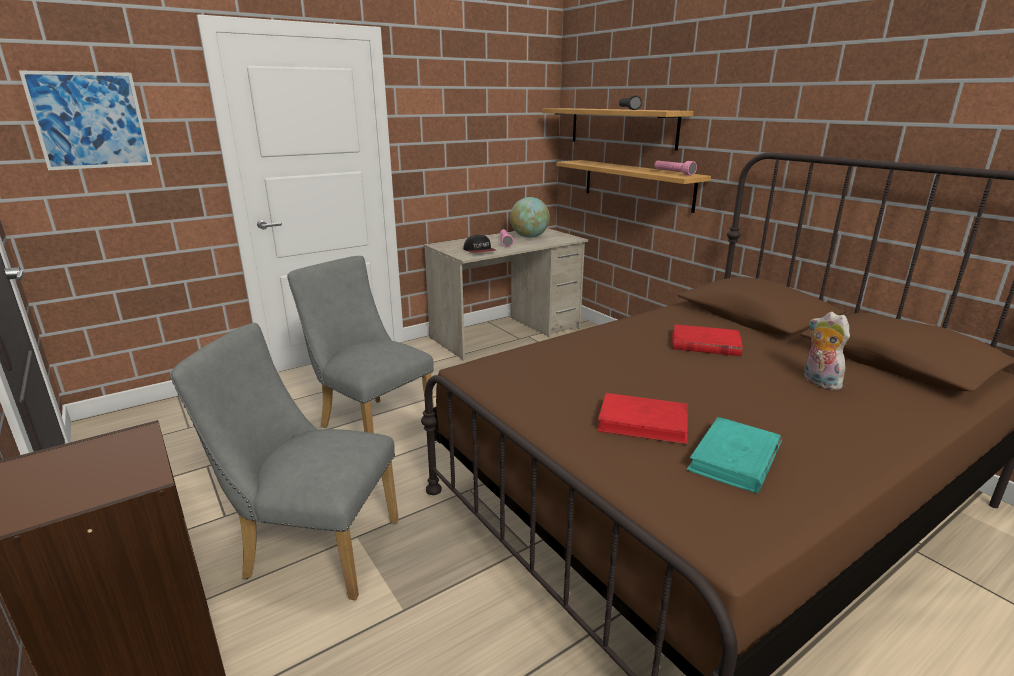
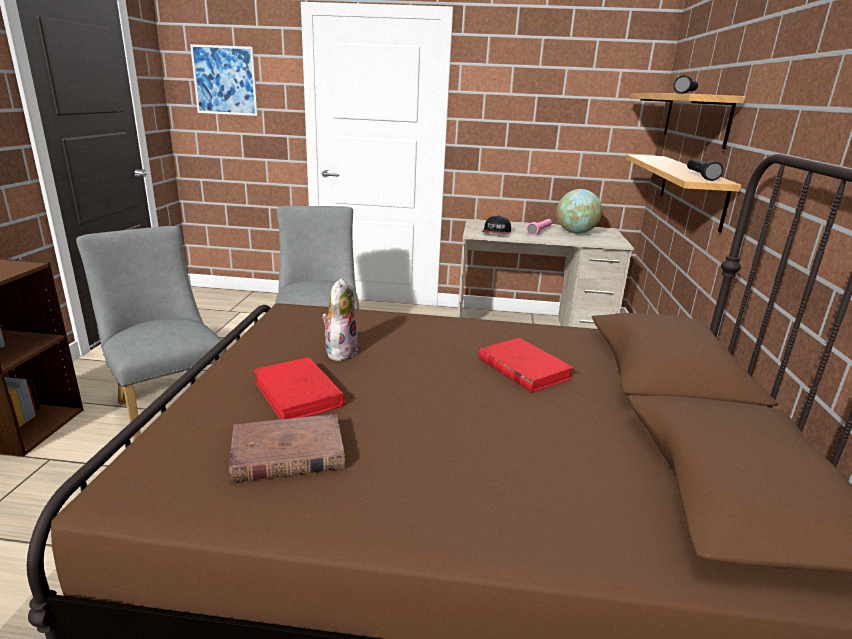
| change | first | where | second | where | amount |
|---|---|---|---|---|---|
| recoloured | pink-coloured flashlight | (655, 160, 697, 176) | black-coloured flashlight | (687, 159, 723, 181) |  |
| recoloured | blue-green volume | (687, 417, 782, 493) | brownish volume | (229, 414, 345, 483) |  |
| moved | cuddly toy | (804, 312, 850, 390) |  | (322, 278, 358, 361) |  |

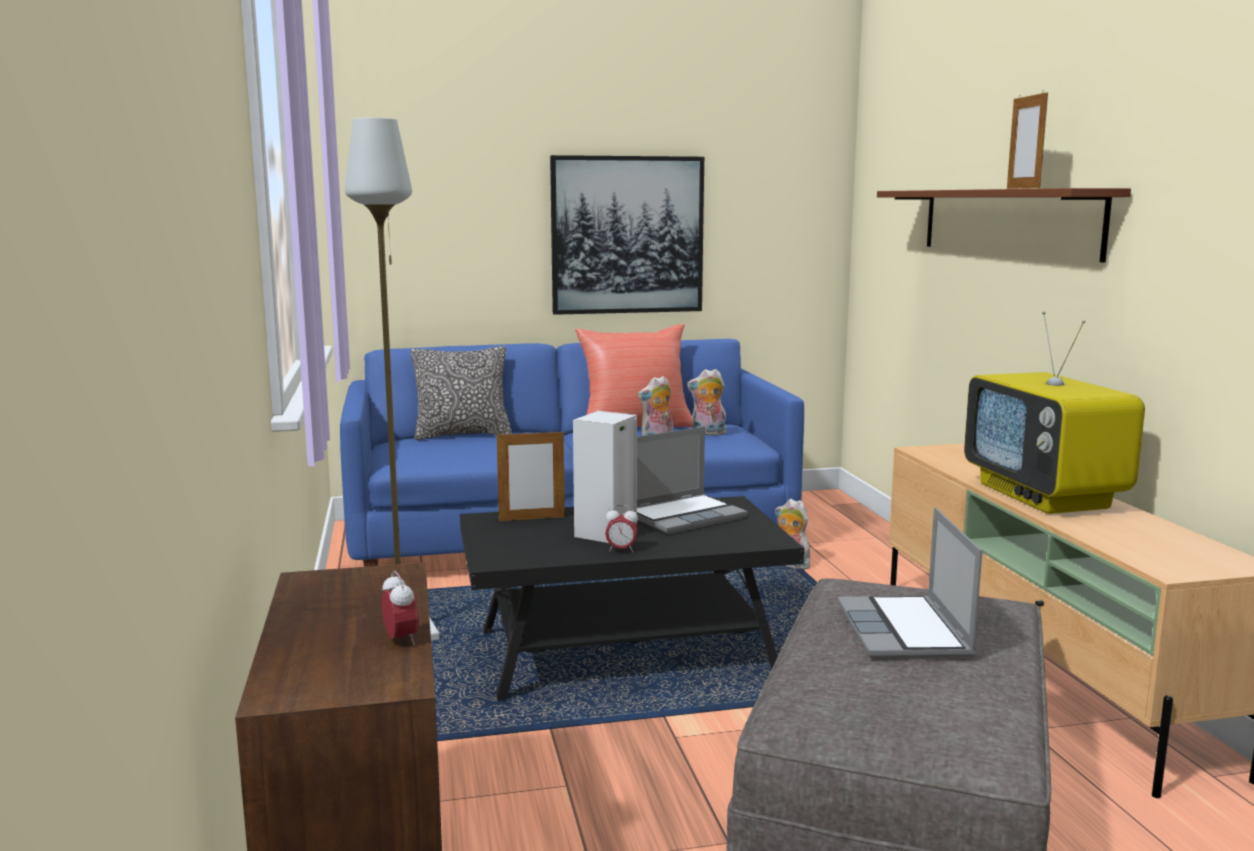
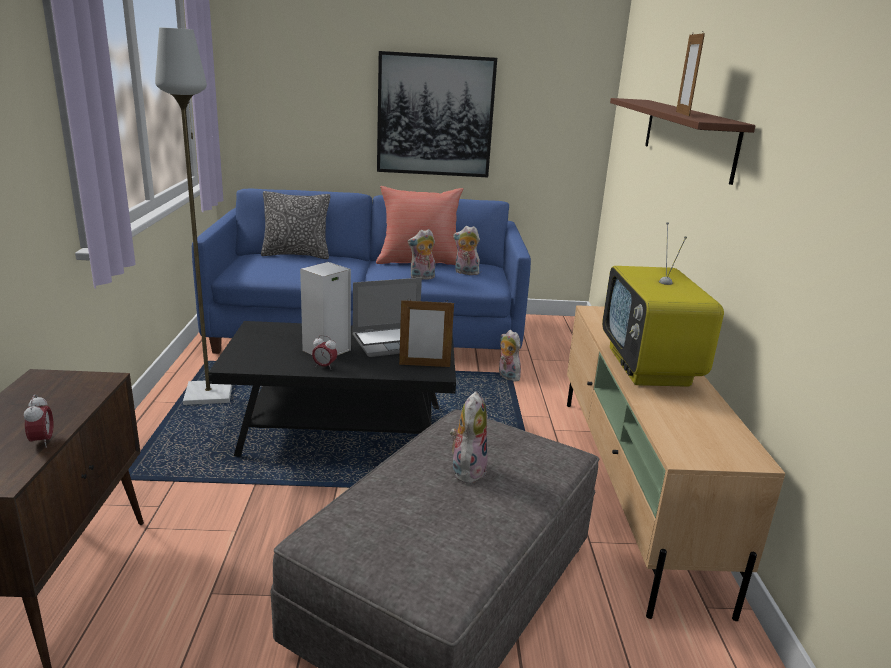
| change | first | where | second | where | amount |
|---|---|---|---|---|---|
| moved | standing frame | (497, 429, 565, 521) |  | (399, 298, 454, 367) |  |
| replaced | portable computer | (837, 508, 982, 658) | cuddly toy | (450, 392, 488, 484) |  |

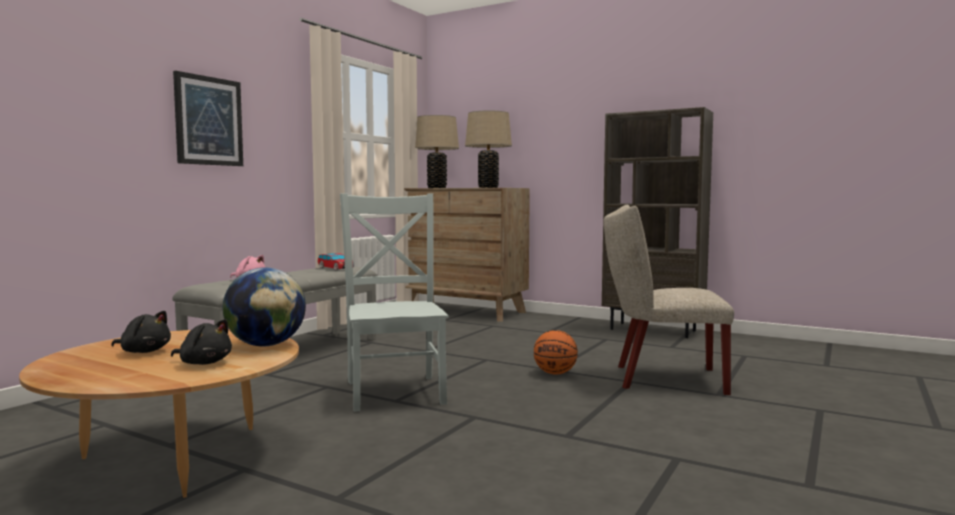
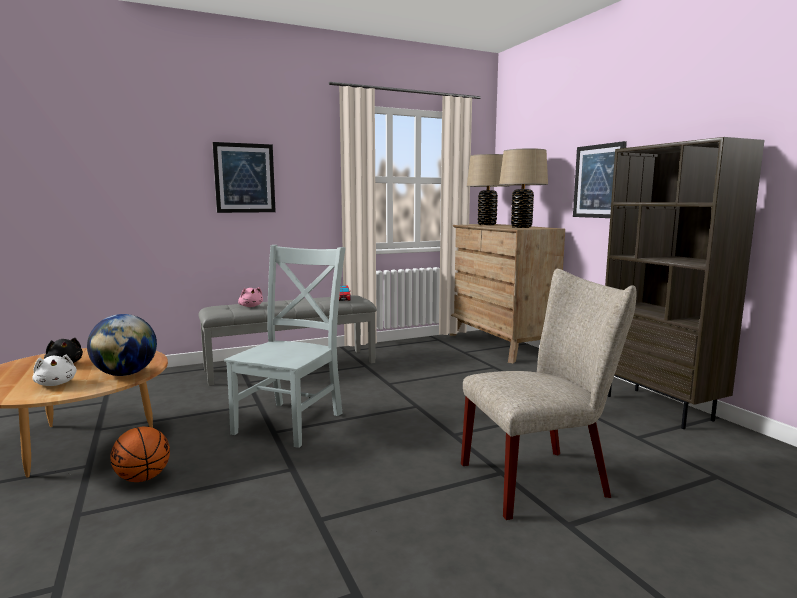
| change | first | where | second | where | amount |
|---|---|---|---|---|---|
| recoloured | black-coloured cuddly toy | (171, 319, 232, 365) | whitish cuddly toy | (32, 355, 77, 386) |  |
| moved | basketball ball | (534, 330, 578, 374) |  | (110, 427, 170, 482) |  |
| turned | sand-coloured upright chair | (604, 205, 734, 395) |  | (461, 269, 637, 520) | 120 degrees clockwise |
| added |  |  | wall art | (573, 141, 627, 218) |  |

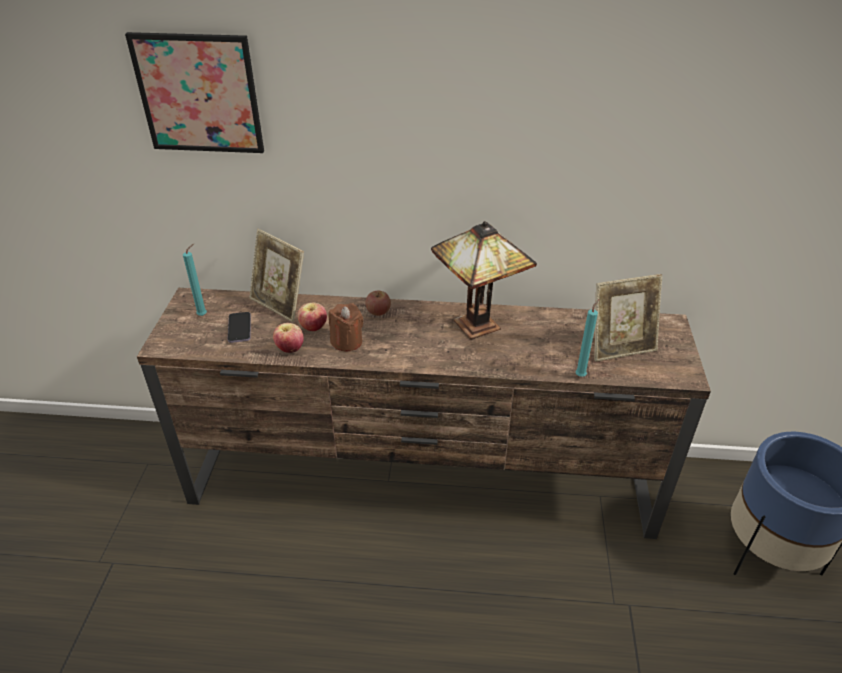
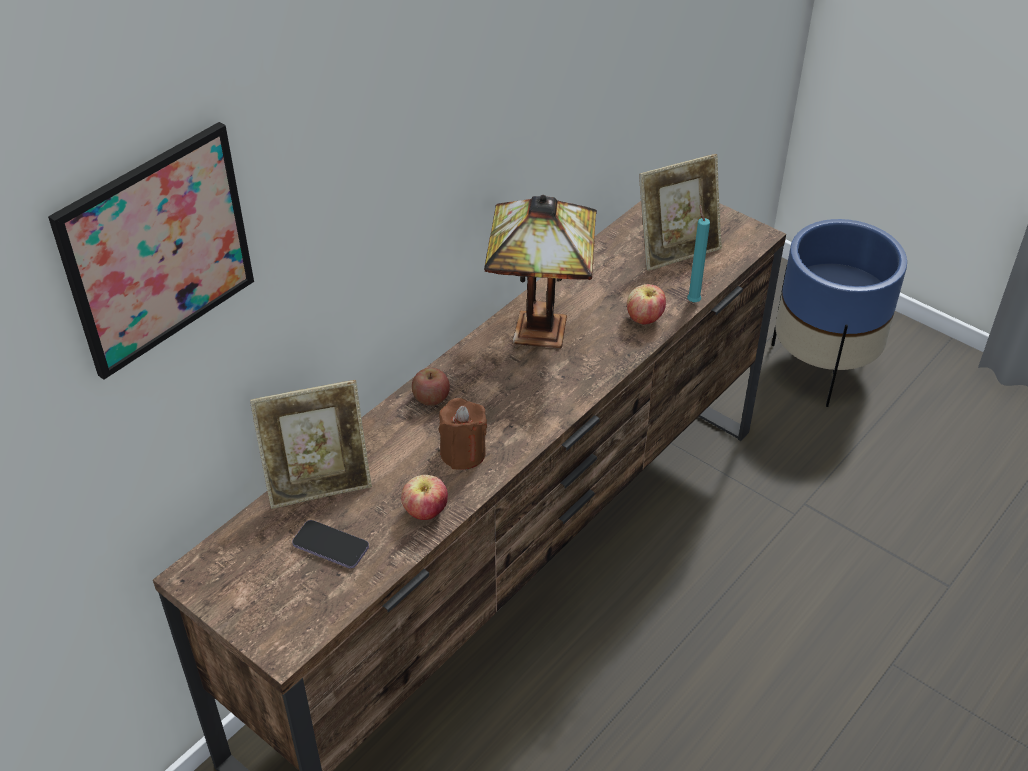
| change | first | where | second | where | amount |
|---|---|---|---|---|---|
| removed | blue-green wax candle | (183, 244, 207, 316) |  |  |  |
| moved | apple fruit | (297, 302, 327, 331) |  | (627, 284, 666, 325) |  |
| turned | standing frame | (594, 274, 662, 362) |  | (639, 154, 722, 271) | 45 degrees clockwise |

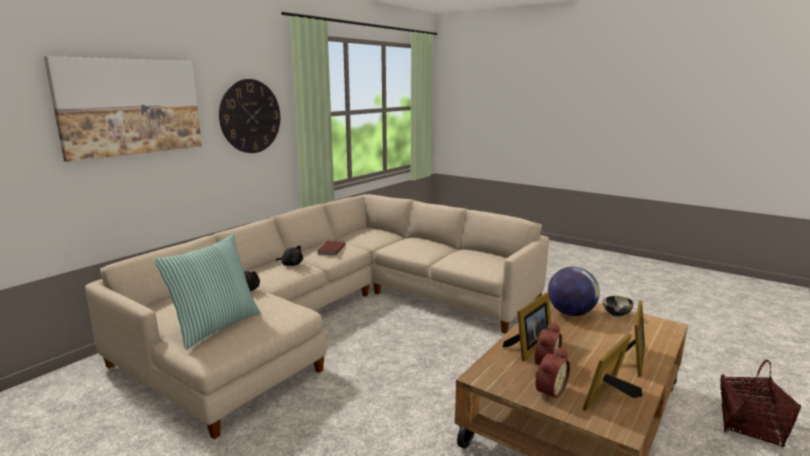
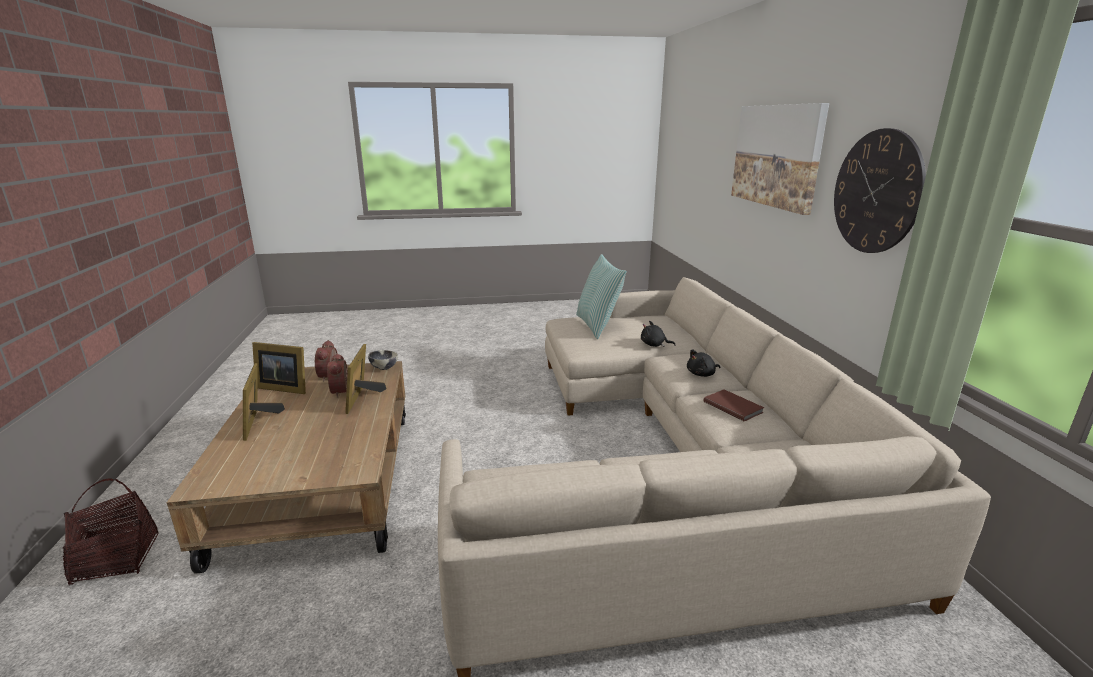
| change | first | where | second | where | amount |
|---|---|---|---|---|---|
| removed | globe | (548, 267, 600, 316) |  |  |  |
| turned | standing frame | (583, 334, 642, 411) |  | (252, 342, 306, 394) | 105 degrees clockwise |
| moved | bowl | (602, 296, 634, 317) |  | (368, 350, 398, 370) |  |

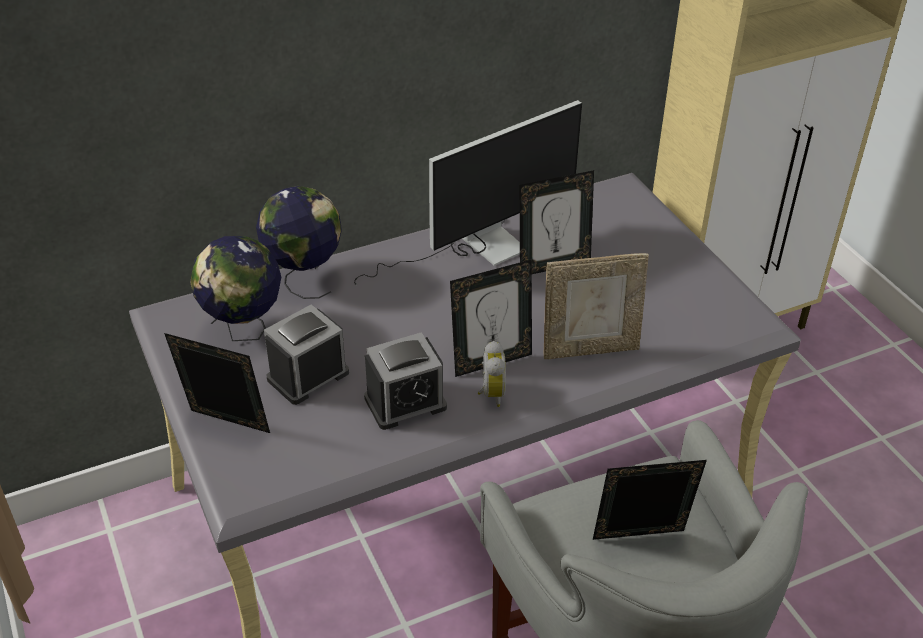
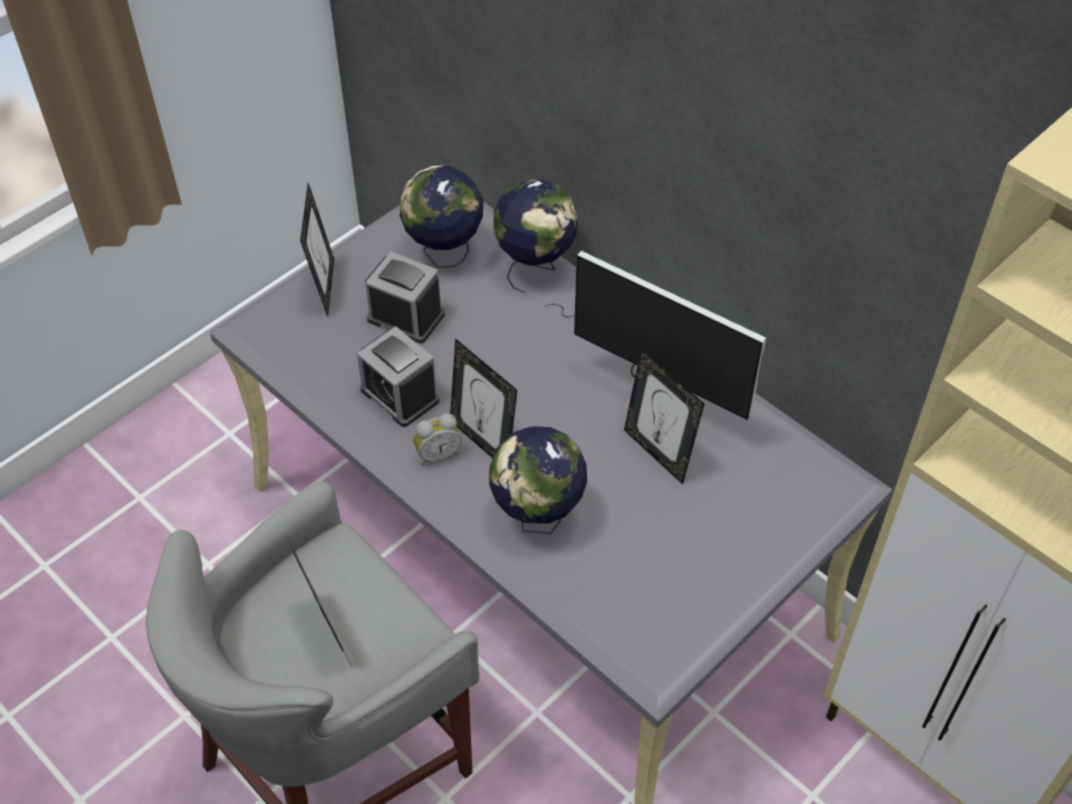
| change | first | where | second | where | amount |
|---|---|---|---|---|---|
| replaced | standing frame | (544, 253, 649, 359) | globe | (489, 426, 587, 534) |  |

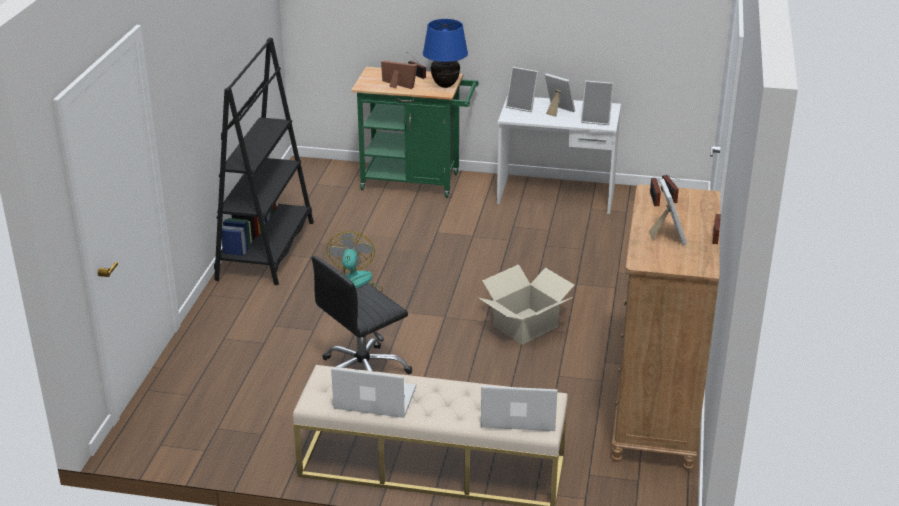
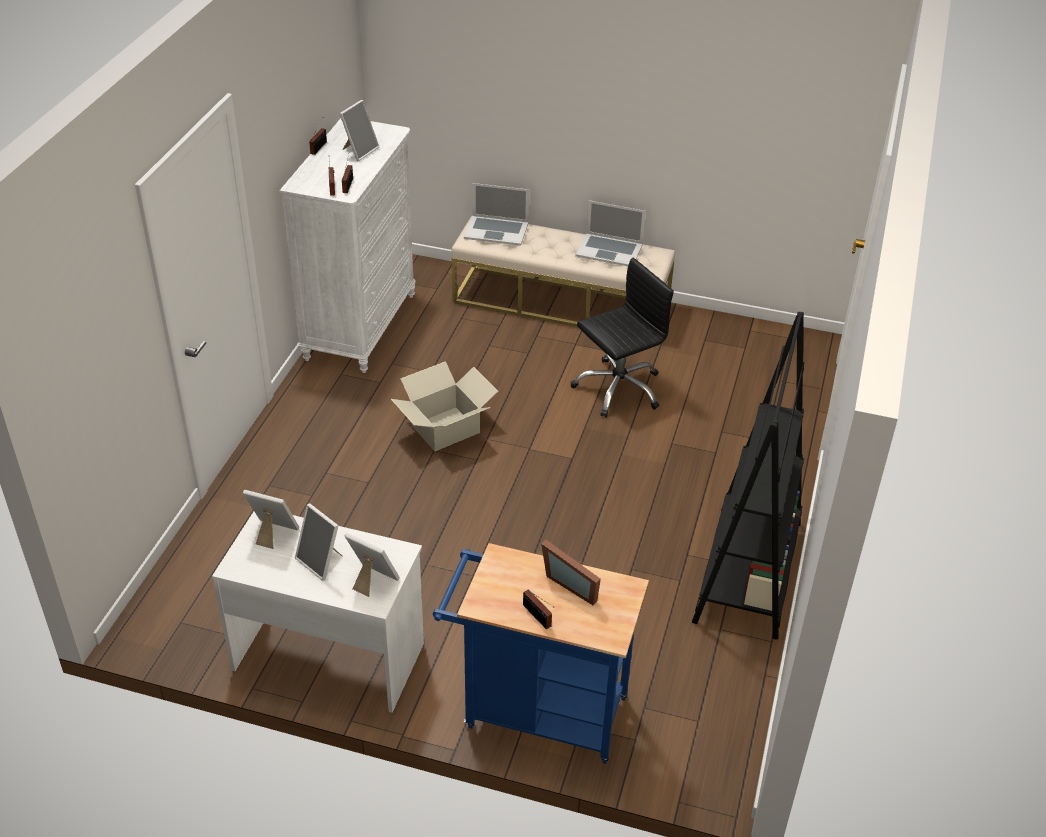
| change | first | where | second | where | amount |
|---|---|---|---|---|---|
| removed | cooling fan | (327, 231, 383, 292) |  |  |  |
| recoloured | green-coloured cart | (351, 67, 478, 198) | blue cart | (433, 543, 649, 764) |  |
| removed | blue table lamp | (423, 19, 468, 88) |  |  |  |
| recoloured | brownish dresser | (612, 184, 720, 471) | whitish dresser | (280, 118, 416, 373) |  |
| turned | standing frame | (649, 178, 687, 245) |  | (339, 100, 379, 161) | 150 degrees counterclockwise |

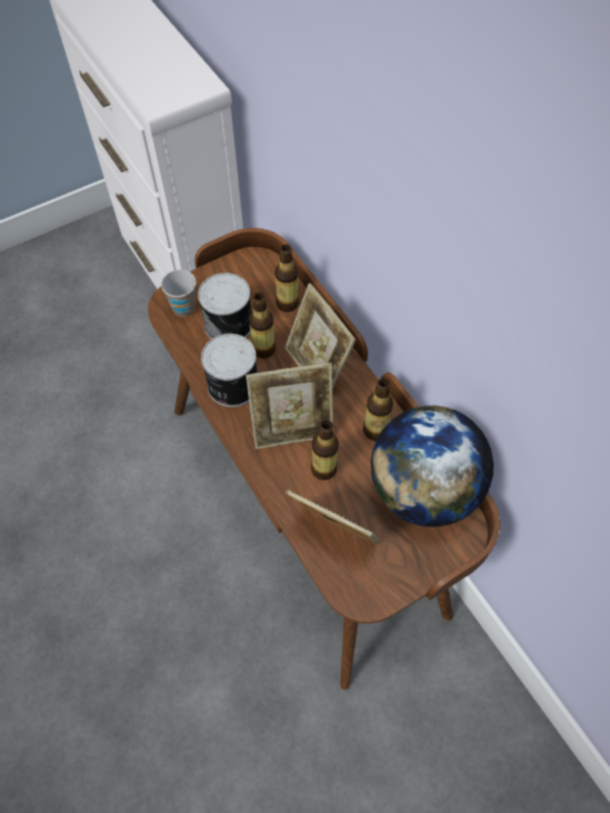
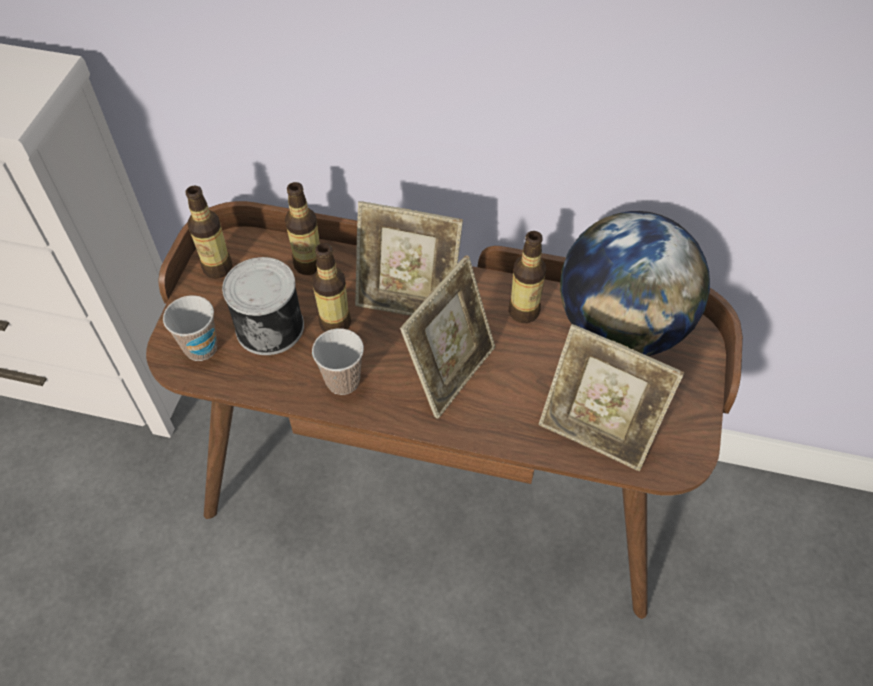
| change | first | where | second | where | amount |
|---|---|---|---|---|---|
| replaced | can | (201, 334, 257, 407) | small cup | (312, 328, 364, 395) |  |
| turned | standing frame | (285, 490, 379, 544) |  | (539, 324, 684, 471) | 135 degrees counterclockwise |
| moved | bottle | (311, 420, 339, 480) |  | (185, 186, 233, 278) |  |

